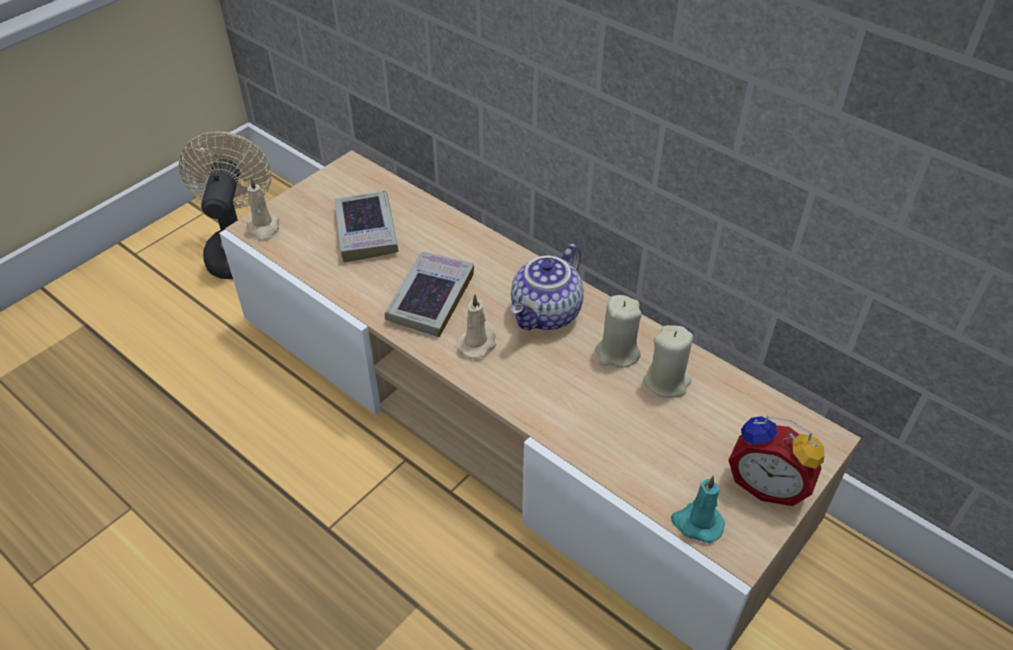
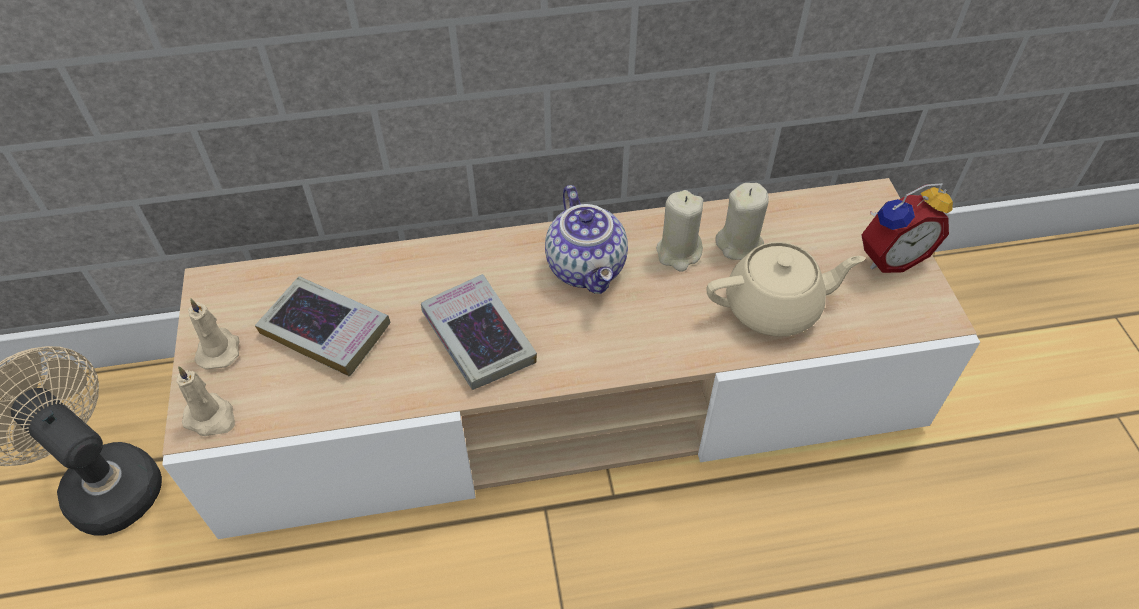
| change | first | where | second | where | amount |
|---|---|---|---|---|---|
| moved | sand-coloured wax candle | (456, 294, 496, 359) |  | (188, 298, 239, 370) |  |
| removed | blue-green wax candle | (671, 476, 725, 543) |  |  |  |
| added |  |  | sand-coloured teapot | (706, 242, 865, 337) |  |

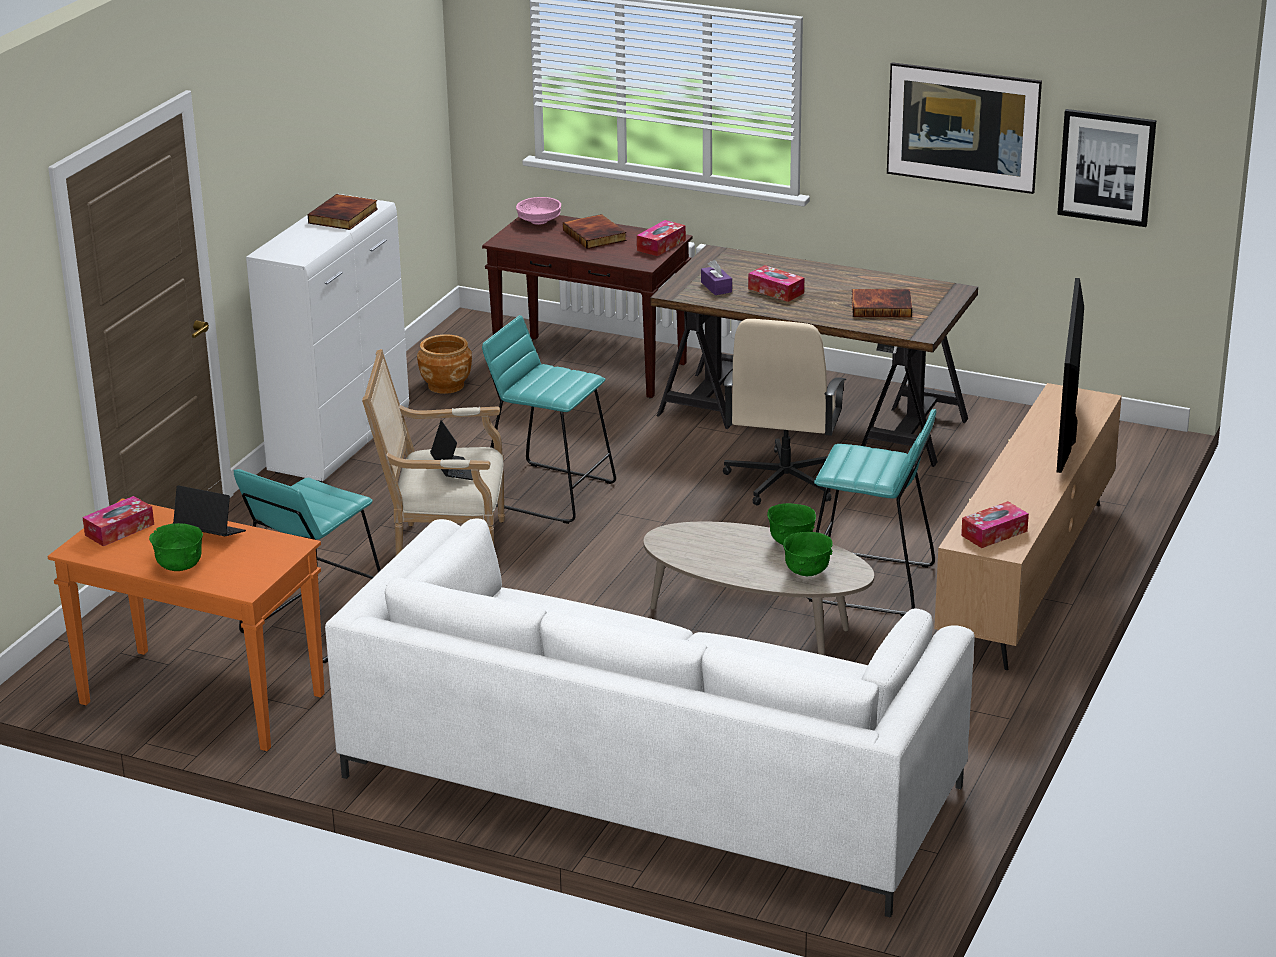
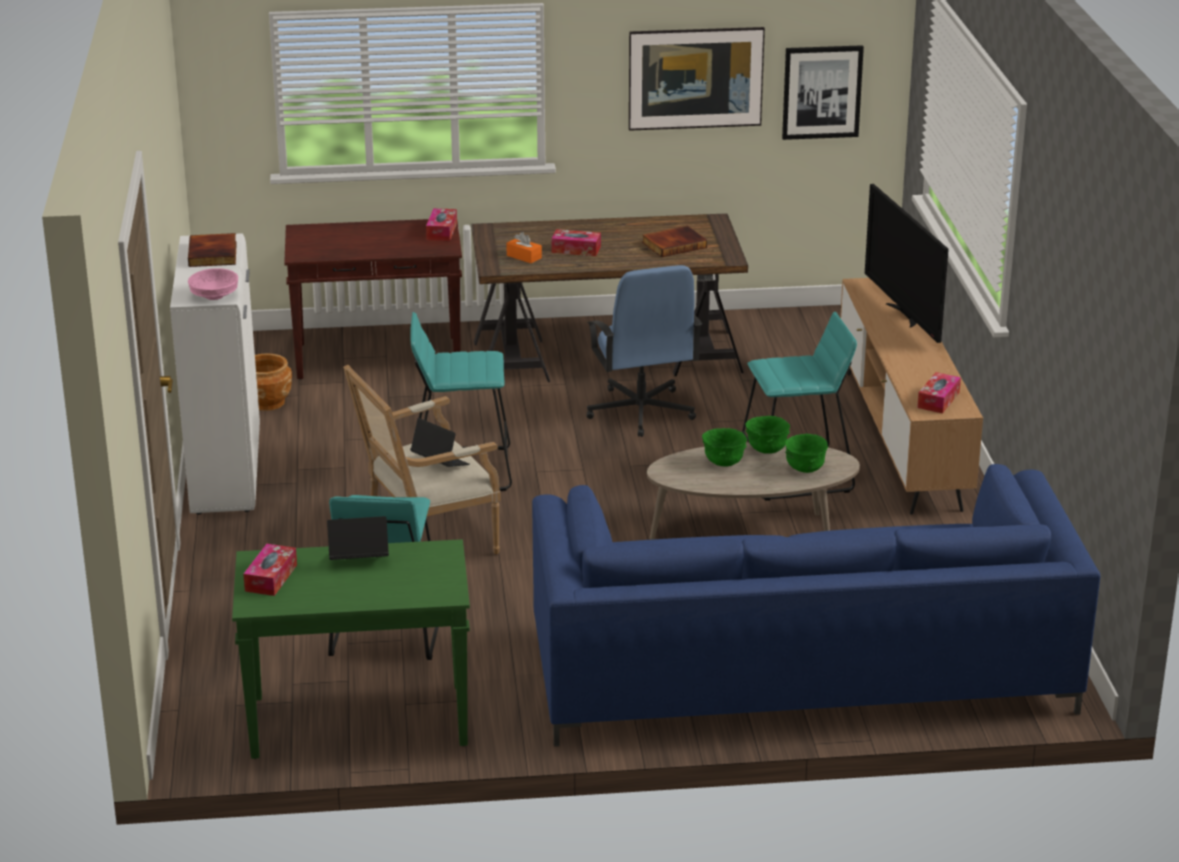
| change | first | where | second | where | amount |
|---|---|---|---|---|---|
| recoloured | orange hall table | (48, 498, 325, 751) | green-coloured hall table | (232, 539, 470, 759) |  |
| moved | green-coloured bowl | (149, 523, 203, 571) |  | (702, 428, 747, 466) |  |
| recoloured | whitish settee | (325, 518, 975, 918) | blue settee | (532, 464, 1101, 747) |  |
| moved | pink-coloured bowl | (516, 197, 561, 225) |  | (188, 268, 238, 300) |  |
| removed | volume | (563, 214, 627, 249) |  |  |  |
| recoloured | purple-coloured tissue box | (701, 260, 732, 295) | orange tissue box | (506, 232, 542, 263) |  |
| recoloured | sand-coloured computer chair | (723, 319, 847, 505) | blue computer chair | (587, 265, 702, 437) |  |

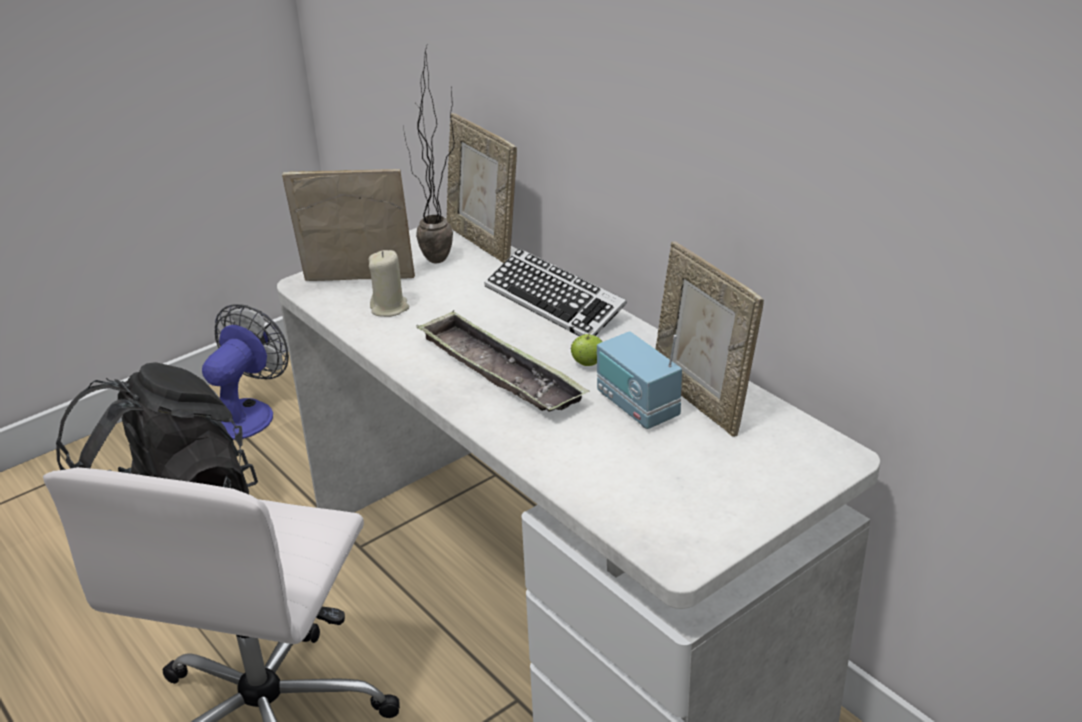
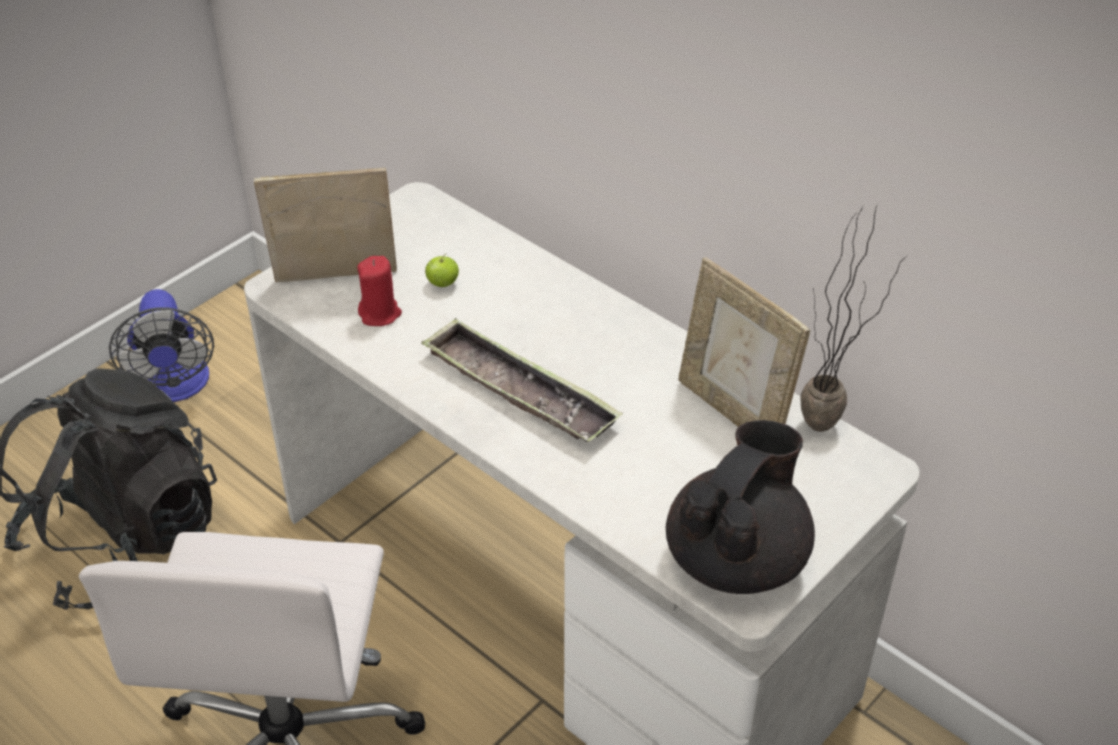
| change | first | where | second | where | amount |
|---|---|---|---|---|---|
| turned | cooling fan | (202, 304, 289, 440) |  | (109, 289, 214, 402) | 150 degrees clockwise |
| recoloured | sand-coloured wax candle | (369, 250, 409, 317) | red-coloured wax candle | (357, 256, 402, 326) |  |
| moved | plant in a pot | (404, 46, 454, 263) |  | (800, 203, 907, 432) |  |
| removed | standing frame | (446, 113, 517, 263) |  |  |  |
| removed | keyboard | (484, 248, 627, 336) |  |  |  |
| moved | apple fruit | (571, 331, 603, 366) |  | (425, 254, 459, 287) |  |
| removed | radio set | (597, 331, 682, 429) |  |  |  |
| added |  |  | black-coloured teapot | (666, 420, 815, 594) |  |

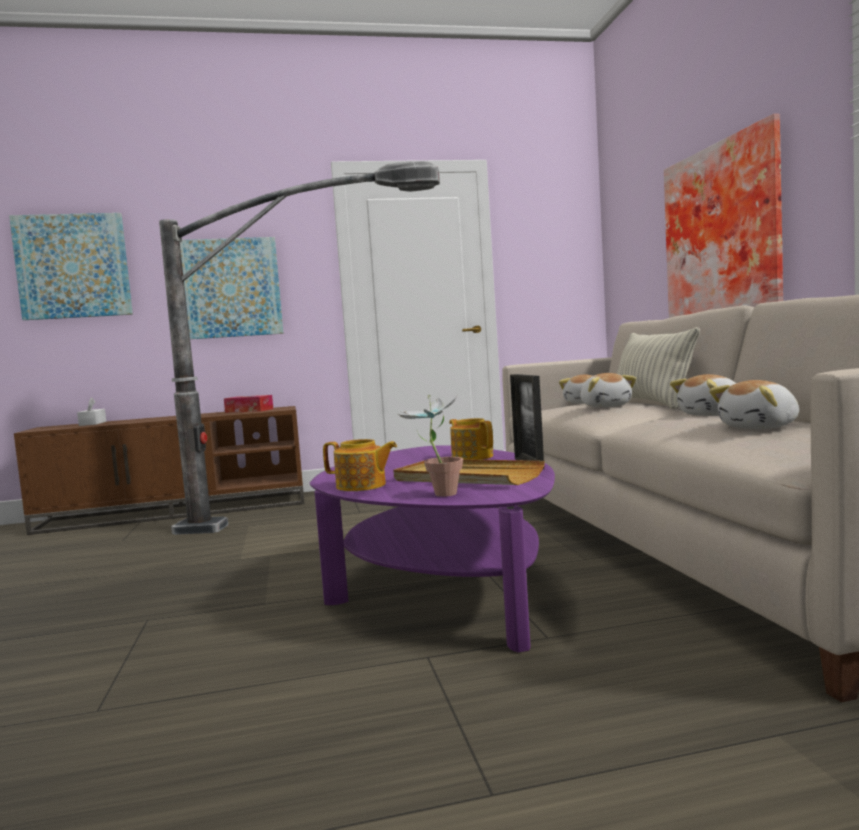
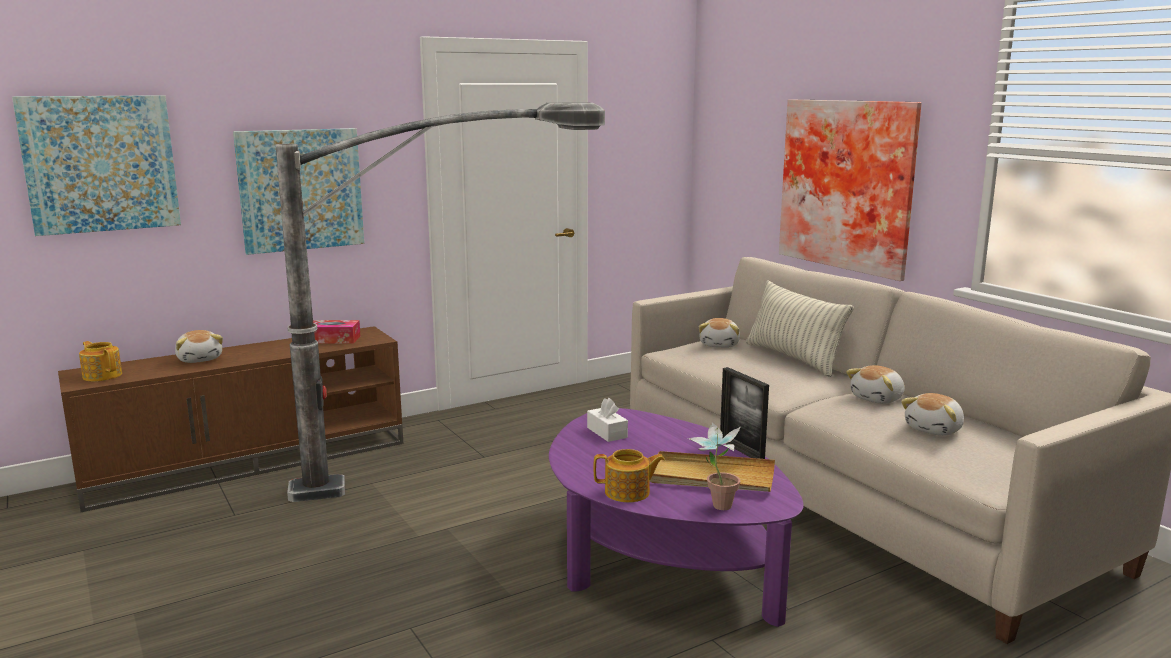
| change | first | where | second | where | amount |
|---|---|---|---|---|---|
| moved | whitish tissue box | (77, 397, 106, 426) |  | (587, 398, 628, 442) |  |
| moved | teapot | (449, 418, 493, 460) |  | (79, 341, 122, 382) |  |
| moved | cuddly toy | (580, 373, 637, 407) |  | (175, 330, 223, 363) |  |

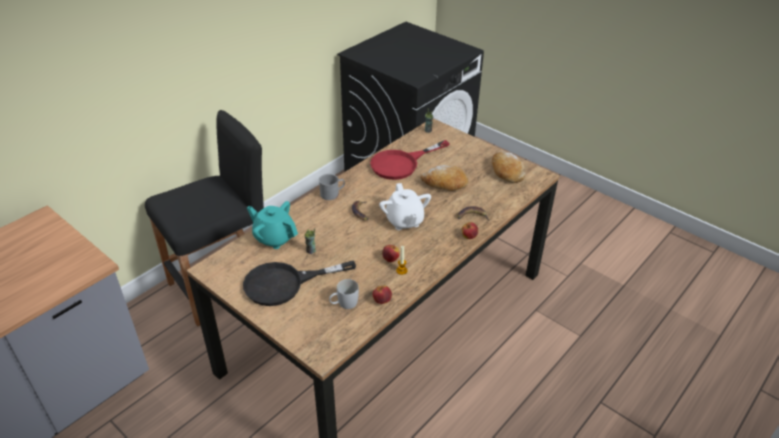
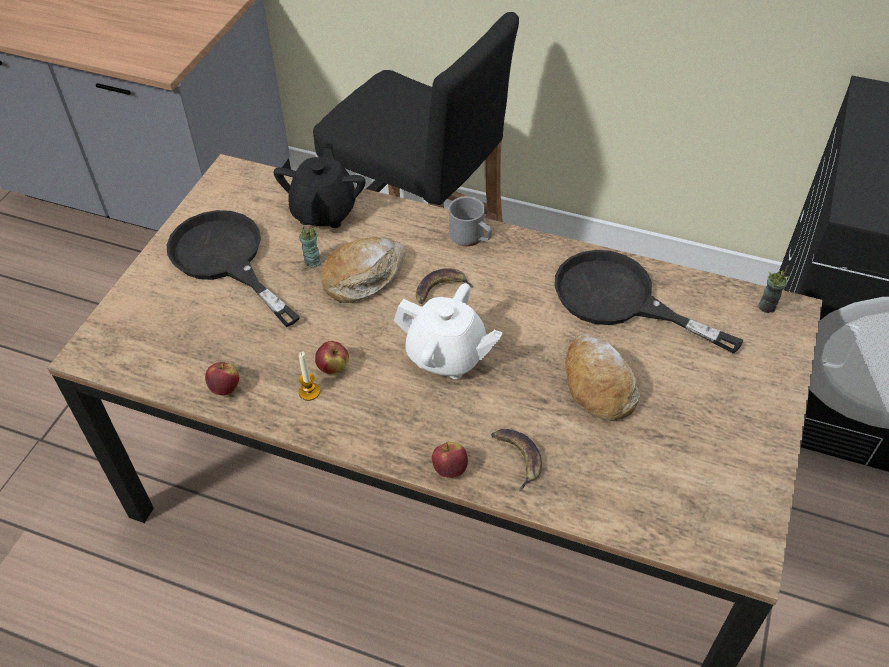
| change | first | where | second | where | amount |
|---|---|---|---|---|---|
| recoloured | blue-green teapot | (247, 201, 298, 249) | black-coloured teapot | (274, 142, 366, 228) |  |
| removed | whitish coffee mug | (329, 279, 359, 309) |  |  |  |
| recoloured | red-coloured pan | (370, 140, 450, 180) | black-coloured pan | (555, 250, 743, 353) |  |
| turned | whitish teapot | (379, 183, 431, 230) |  | (394, 283, 503, 379) | 120 degrees counterclockwise |
| moved | bread | (492, 151, 526, 183) |  | (321, 237, 406, 303) |  |

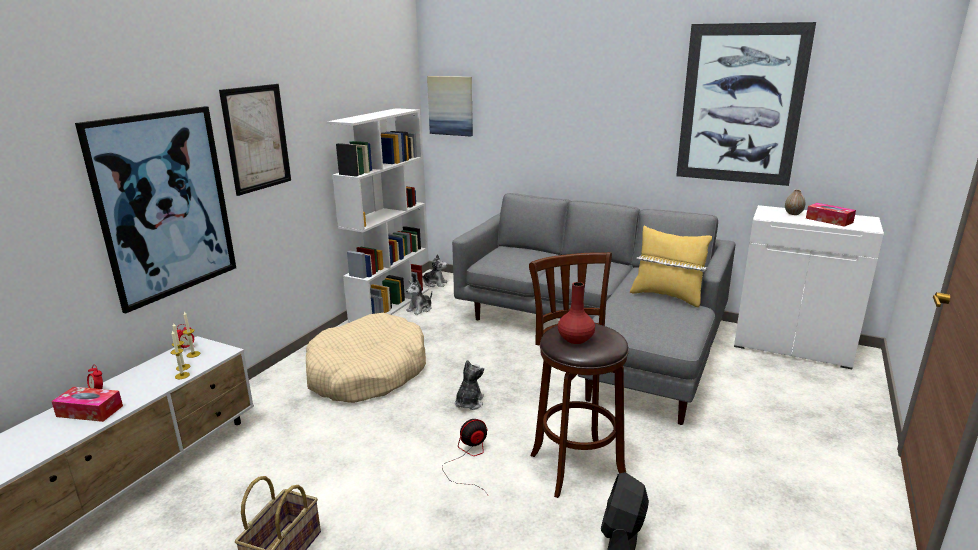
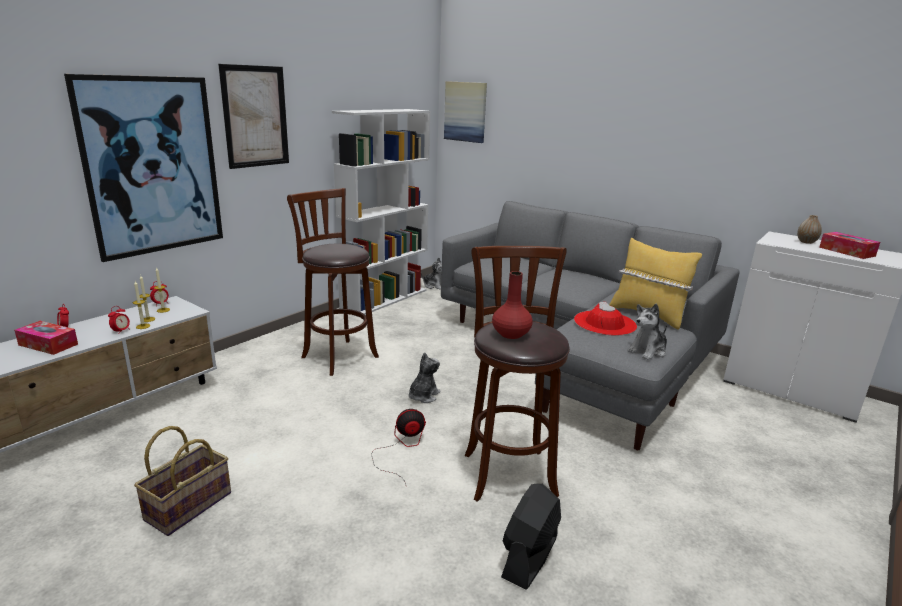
| change | first | where | second | where | amount |
|---|---|---|---|---|---|
| replaced | sand-coloured pet bed | (306, 313, 426, 403) | brownish stool | (287, 188, 379, 376) |  |
| moved | cuddly toy | (406, 279, 432, 315) |  | (627, 304, 667, 360) |  |
| removed | wall art | (676, 22, 816, 186) |  |  |  |
| added |  |  | alarm clock | (108, 306, 130, 332) |  |
| added |  |  | red-coloured wearable hat | (574, 302, 637, 335) |  |

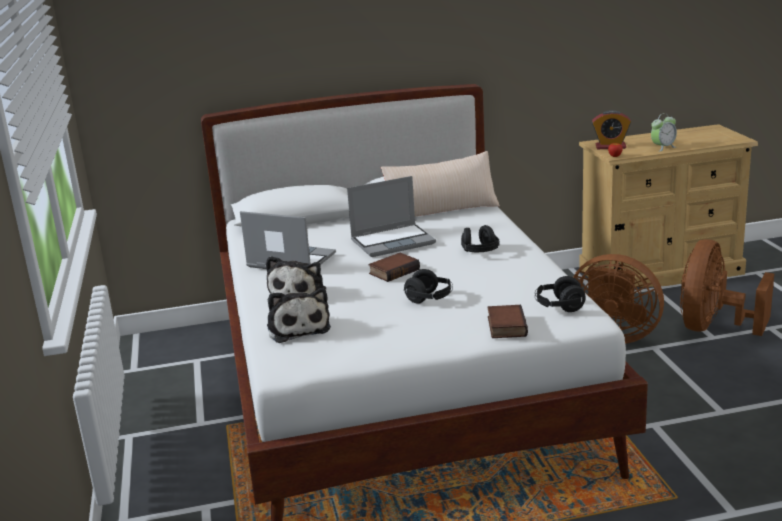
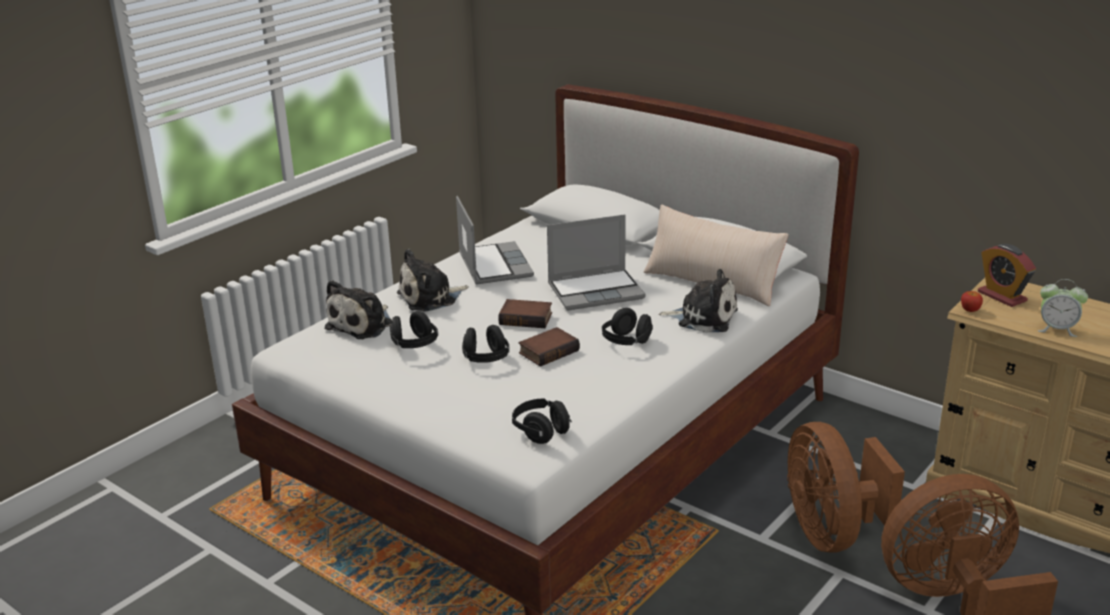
| change | first | where | second | where | amount |
|---|---|---|---|---|---|
| turned | portable computer | (347, 176, 436, 257) |  | (547, 214, 646, 311) | 45 degrees counterclockwise |
| moved | volume | (487, 305, 528, 338) |  | (519, 327, 580, 367) |  |
| added |  |  | black-coloured headphones | (390, 311, 438, 348) |  |
| added |  |  | cuddly toy | (659, 269, 738, 333) |  |

